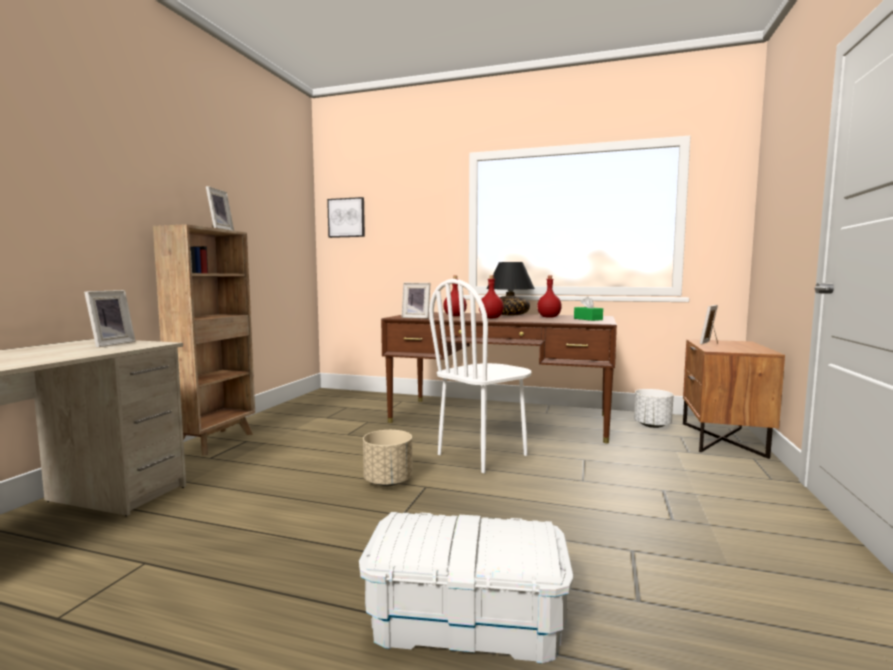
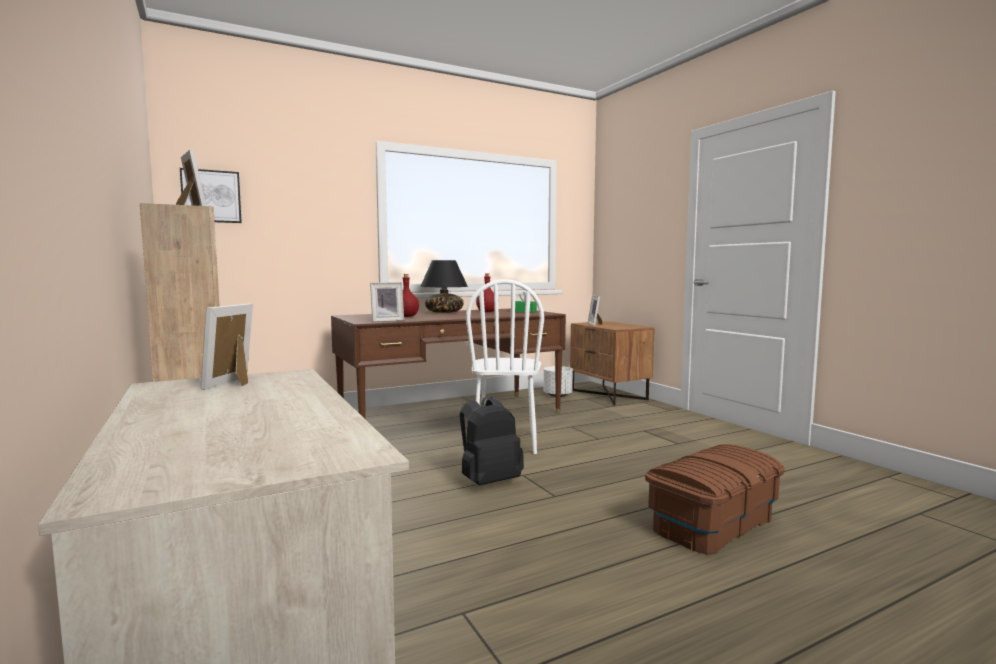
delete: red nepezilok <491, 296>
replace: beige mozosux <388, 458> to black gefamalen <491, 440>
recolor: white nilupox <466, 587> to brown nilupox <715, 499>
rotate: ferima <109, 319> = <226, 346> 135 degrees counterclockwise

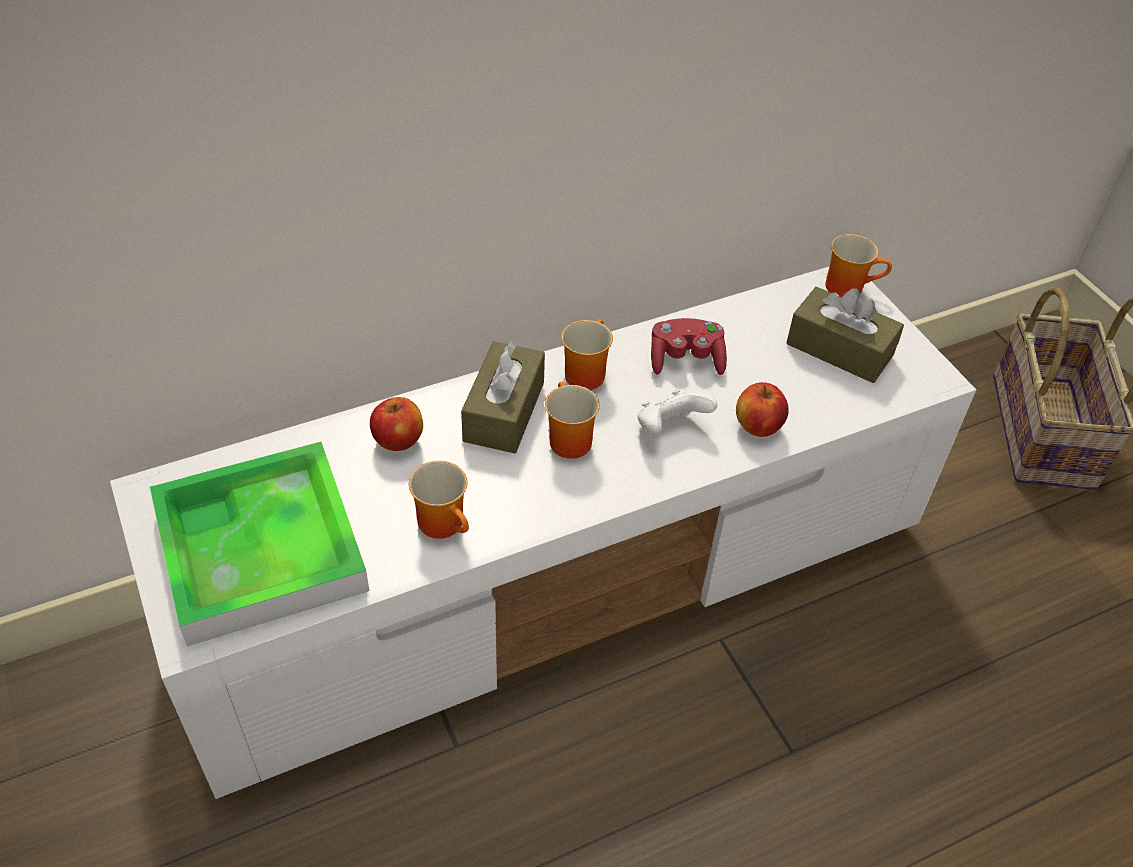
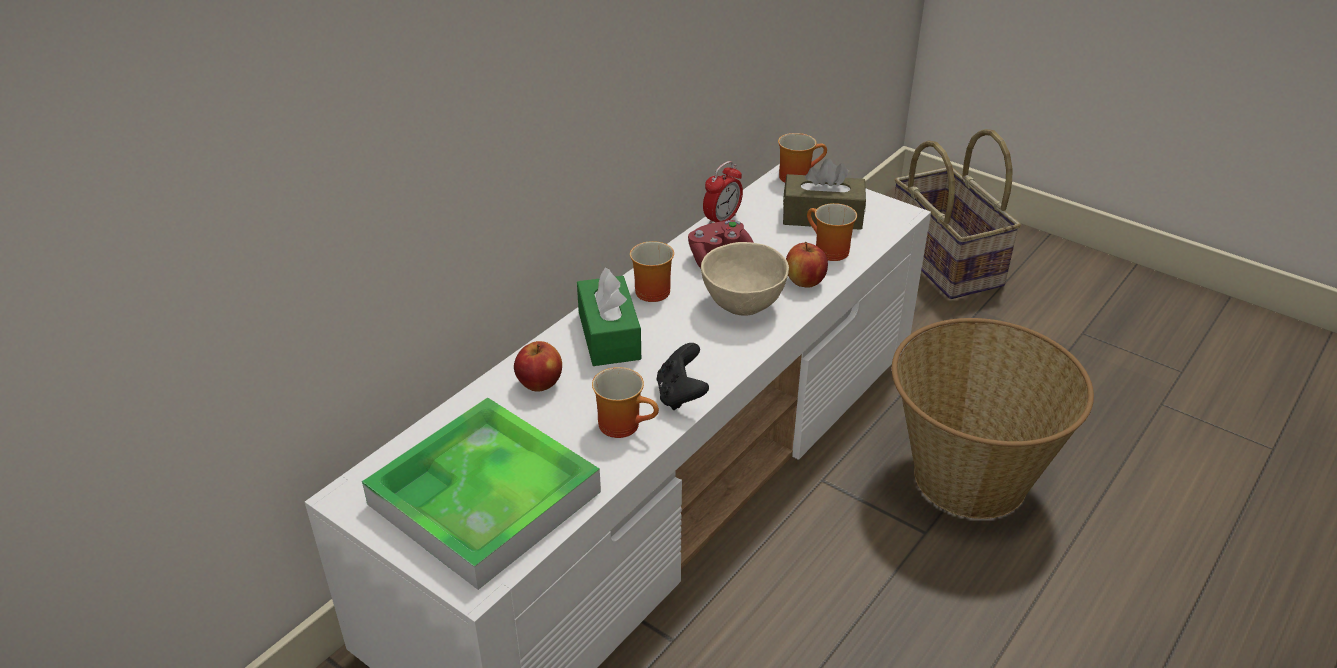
insert: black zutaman <683, 376>; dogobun <723, 192>; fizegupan <993, 418>
move: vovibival <572, 420> to <832, 232>
replace: white zutaman <677, 412> to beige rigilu <745, 279>
recolor: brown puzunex <503, 397> to green puzunex <609, 316>

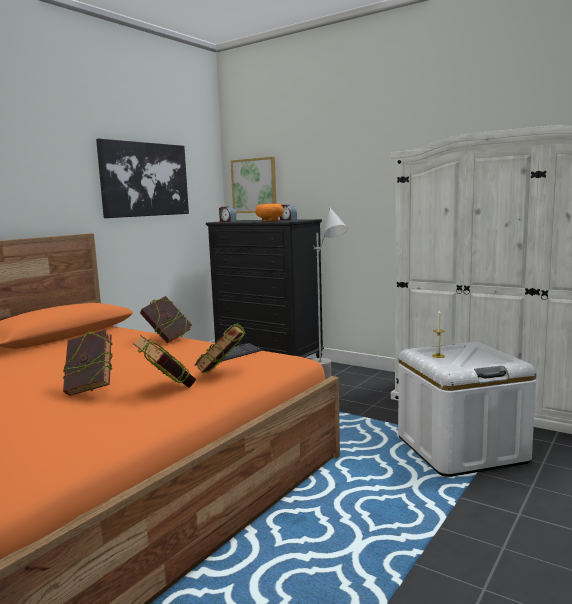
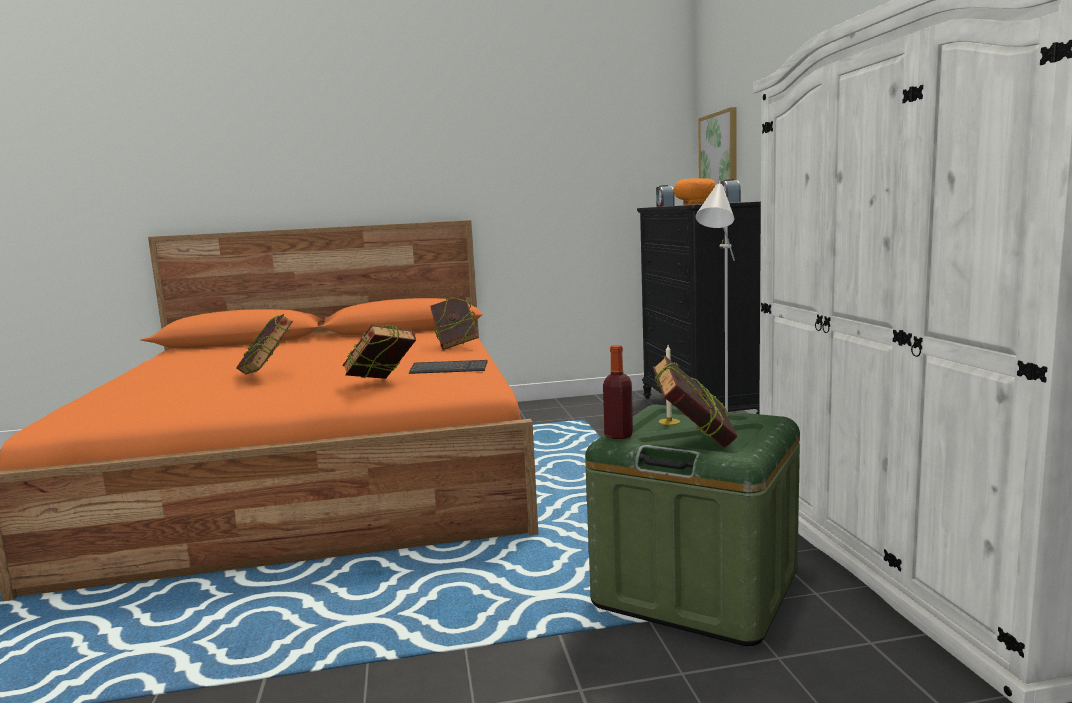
delete: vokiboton <142, 178>
insert: nepezilok <618, 392>
move: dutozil <164, 361> to <695, 402>
recolor: white nilupox <467, 409> to green nilupox <692, 525>

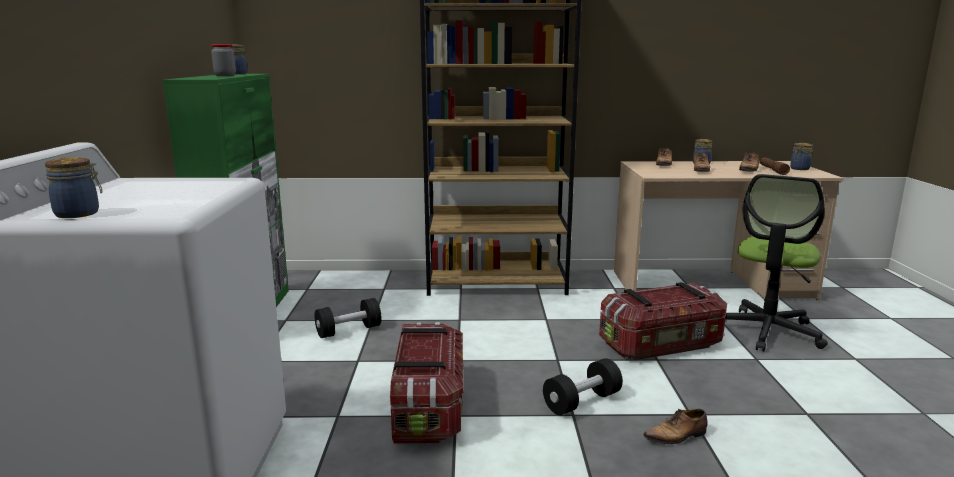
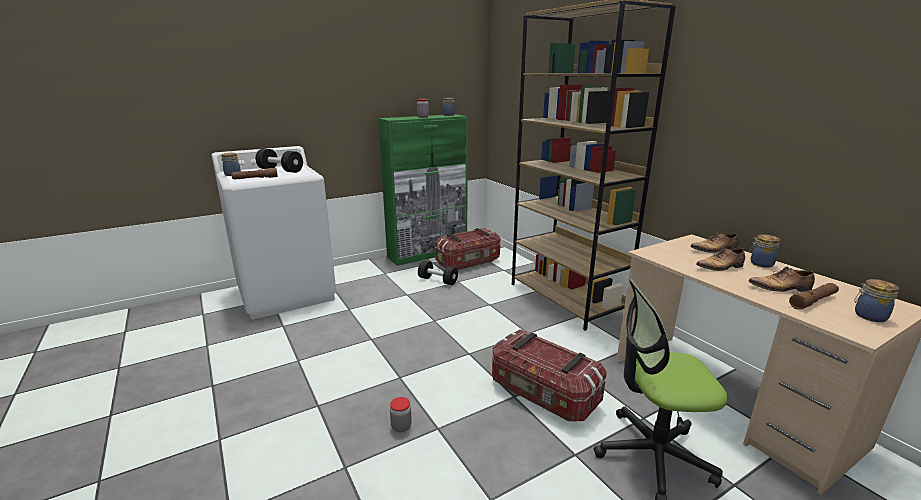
insert: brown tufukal <254, 174>
move: nilupox <426, 383> to <468, 249>; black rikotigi <583, 386> to <279, 161>
replace: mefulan <675, 426> to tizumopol <401, 415>

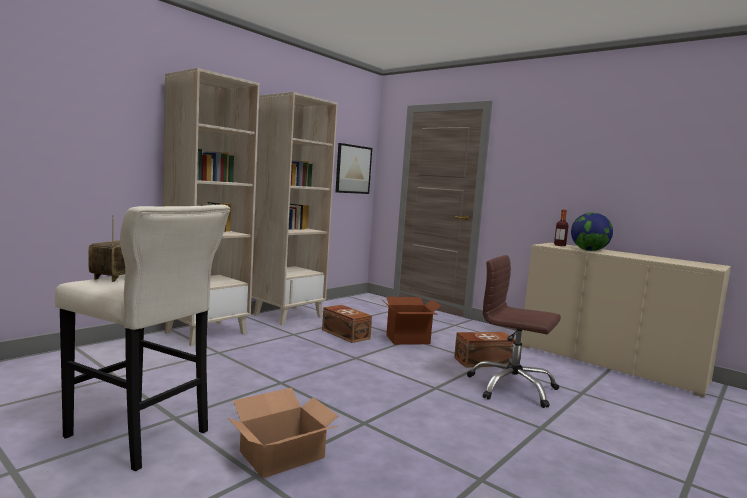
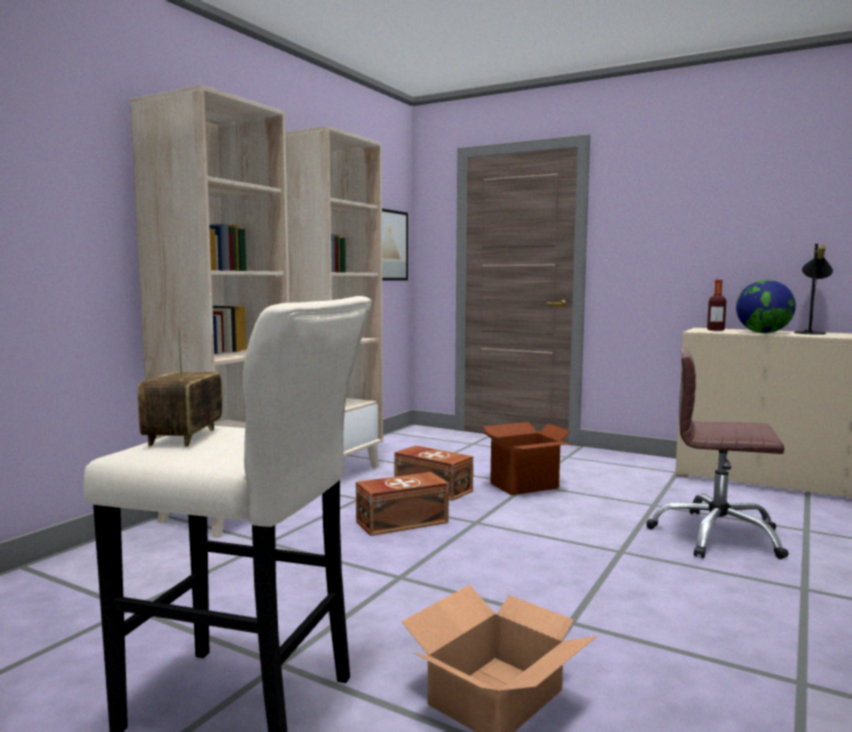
insert: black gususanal <813, 289>
move: brown nilupox <485, 350> to <402, 504>

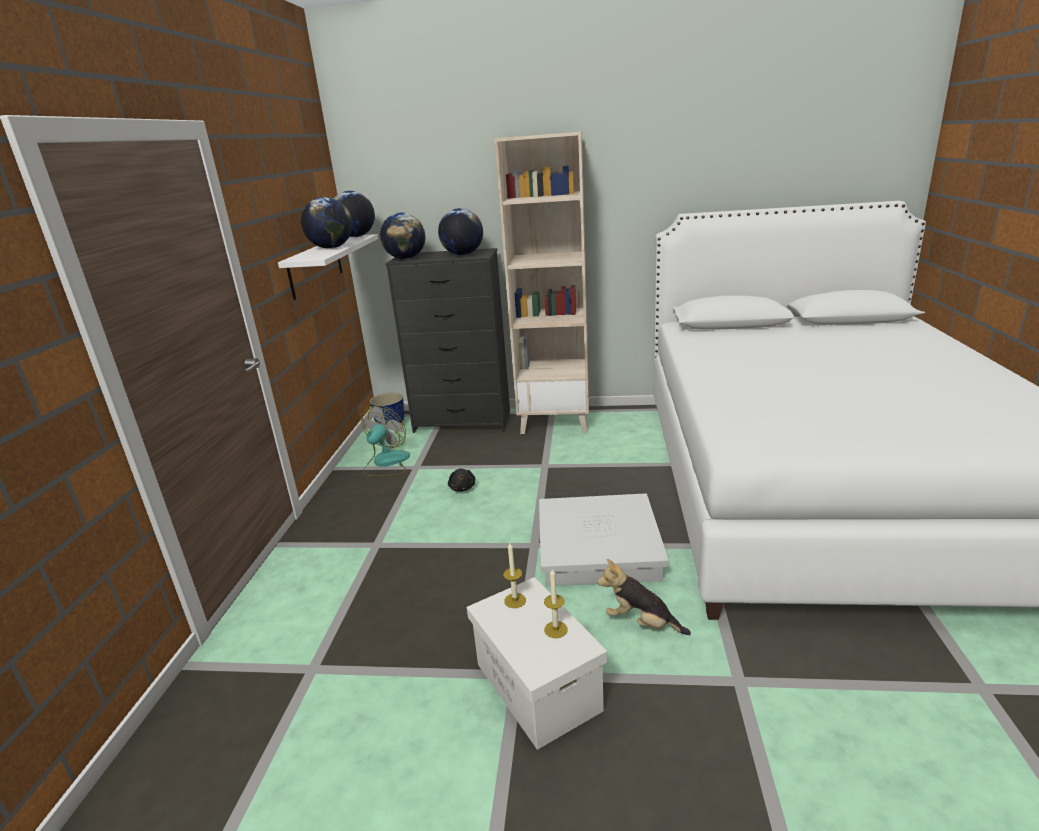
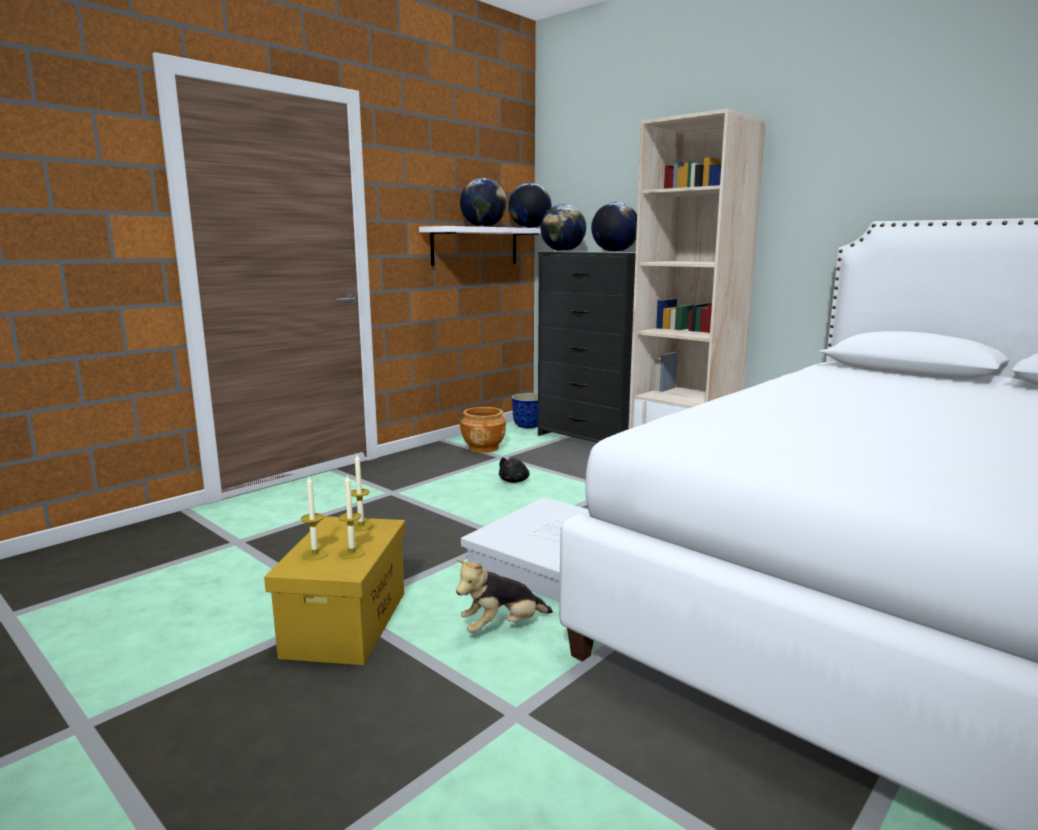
insert: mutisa <314, 518>
replace: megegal <386, 441> to brown mozosux <483, 430>
recolor: white nilupox <537, 663> to yellow nilupox <335, 590>
rotate: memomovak <644, 597> = <504, 596> 90 degrees counterclockwise

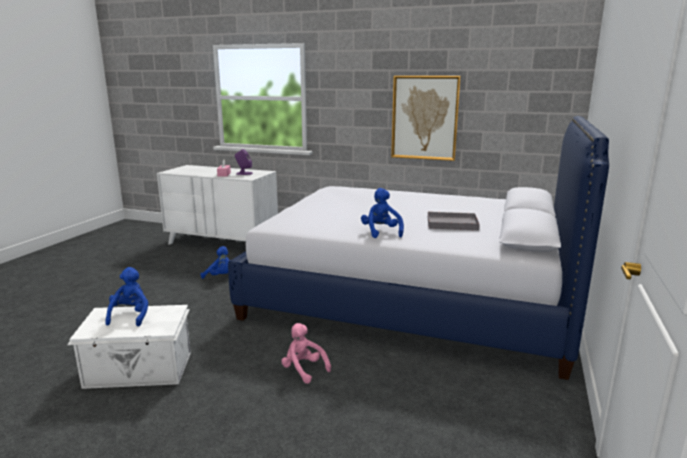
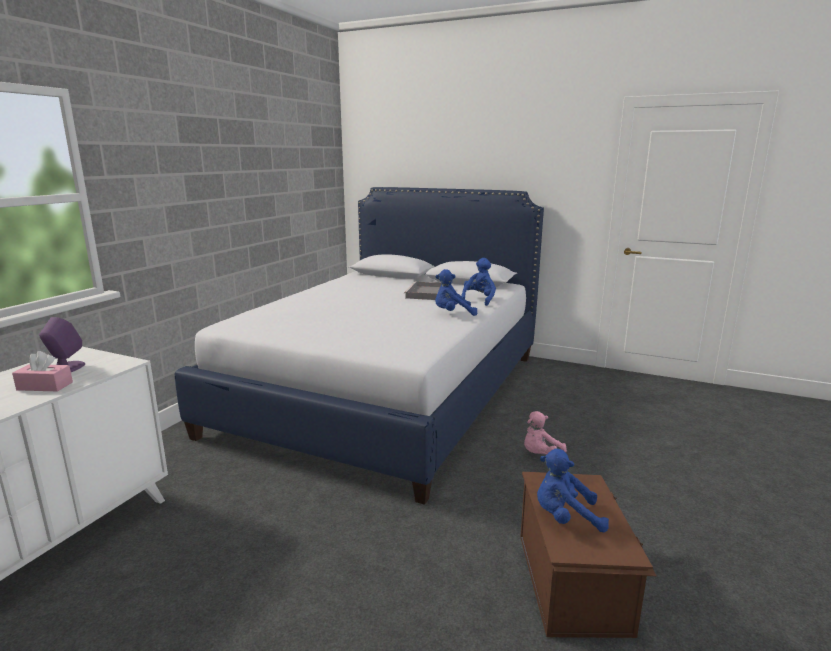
delete: vokiboton <426, 118>
move: blue memomovak <215, 262> to <478, 282>
recolor: white nilupox <129, 347> to brown nilupox <588, 555>

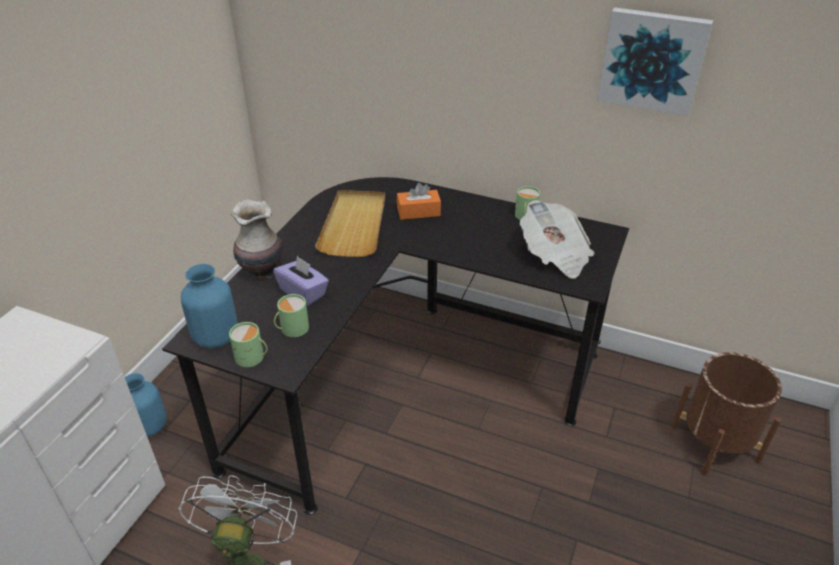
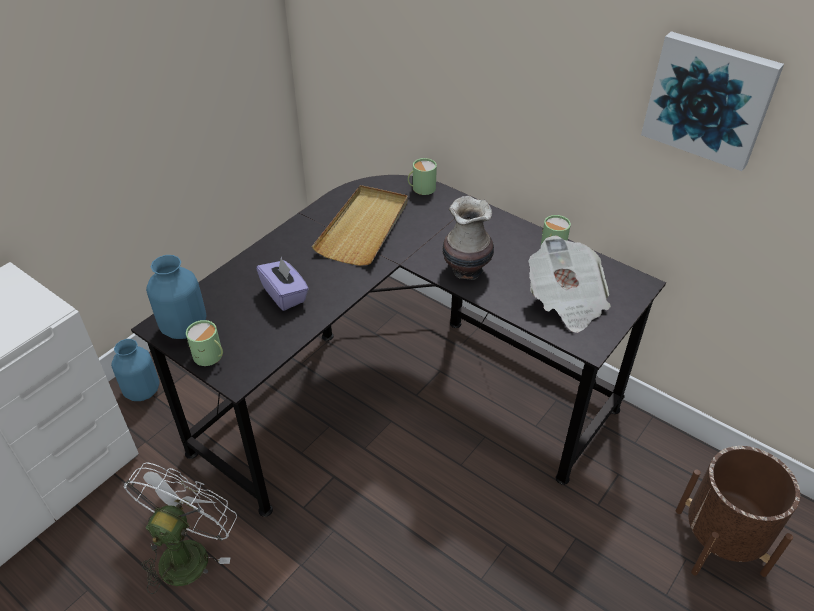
delete: orange puzunex <419, 201>
move: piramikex <256, 239> to <468, 238>; green vovibival <291, 315> to <422, 176>

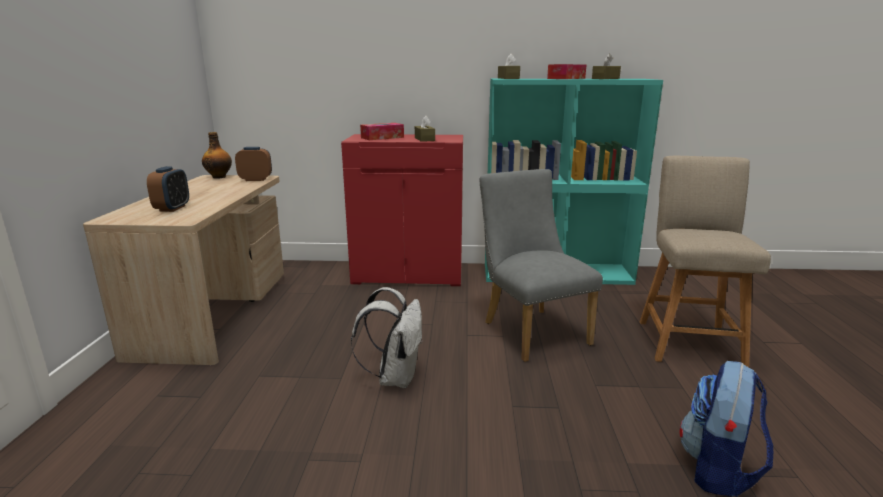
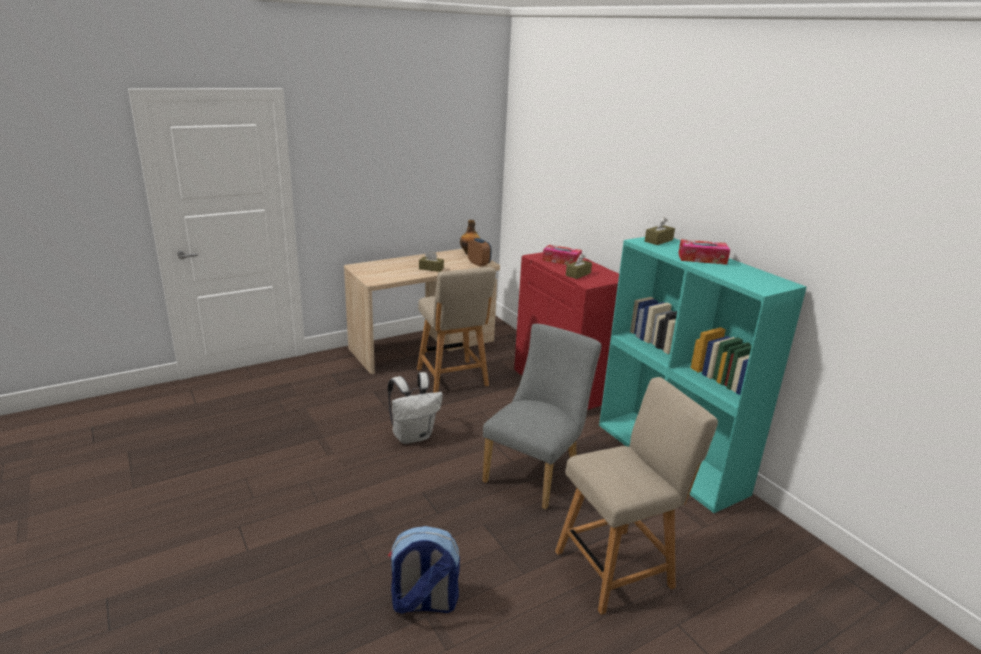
delete: dogobun <168, 189>
insert: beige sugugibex <456, 330>
move: brown puzunex <606, 66> to <431, 261>

